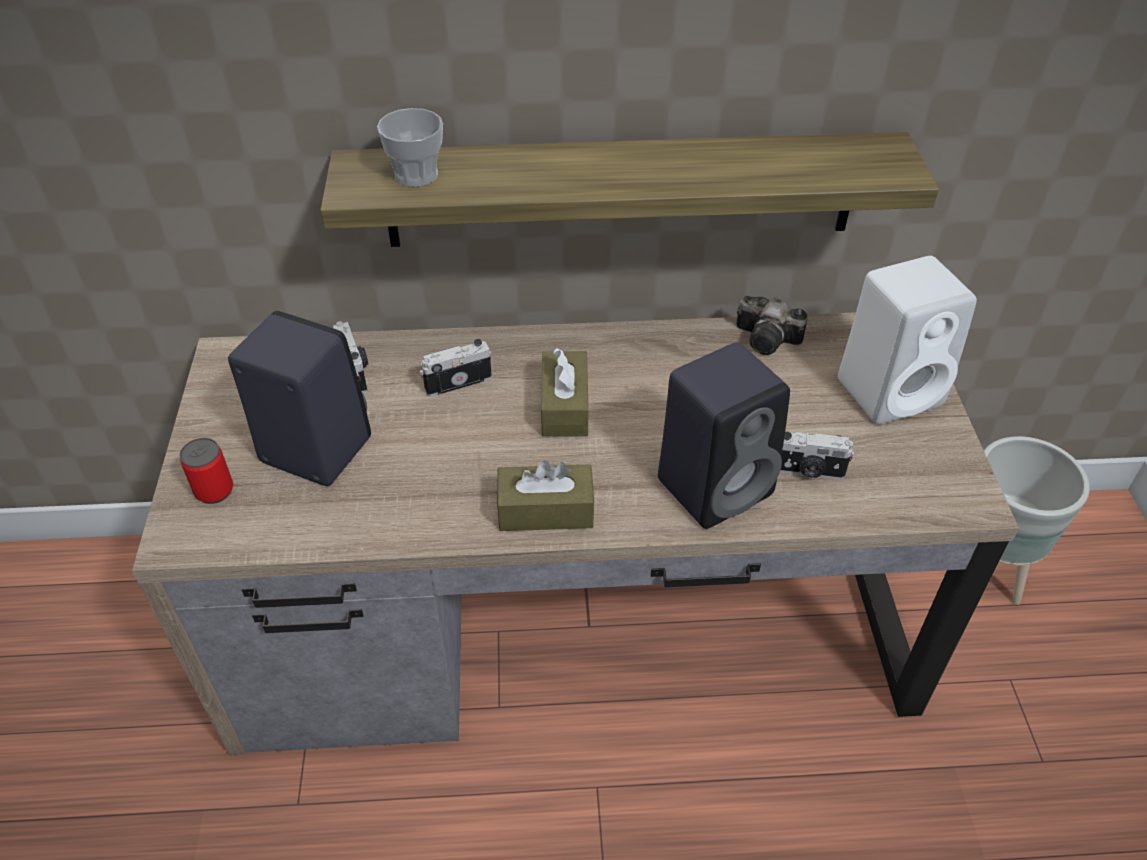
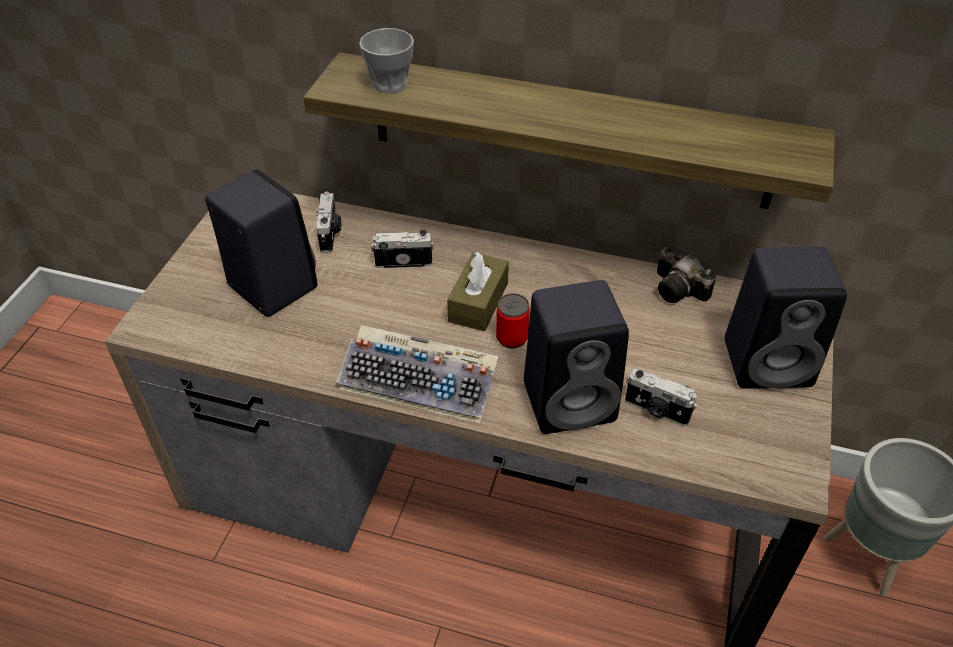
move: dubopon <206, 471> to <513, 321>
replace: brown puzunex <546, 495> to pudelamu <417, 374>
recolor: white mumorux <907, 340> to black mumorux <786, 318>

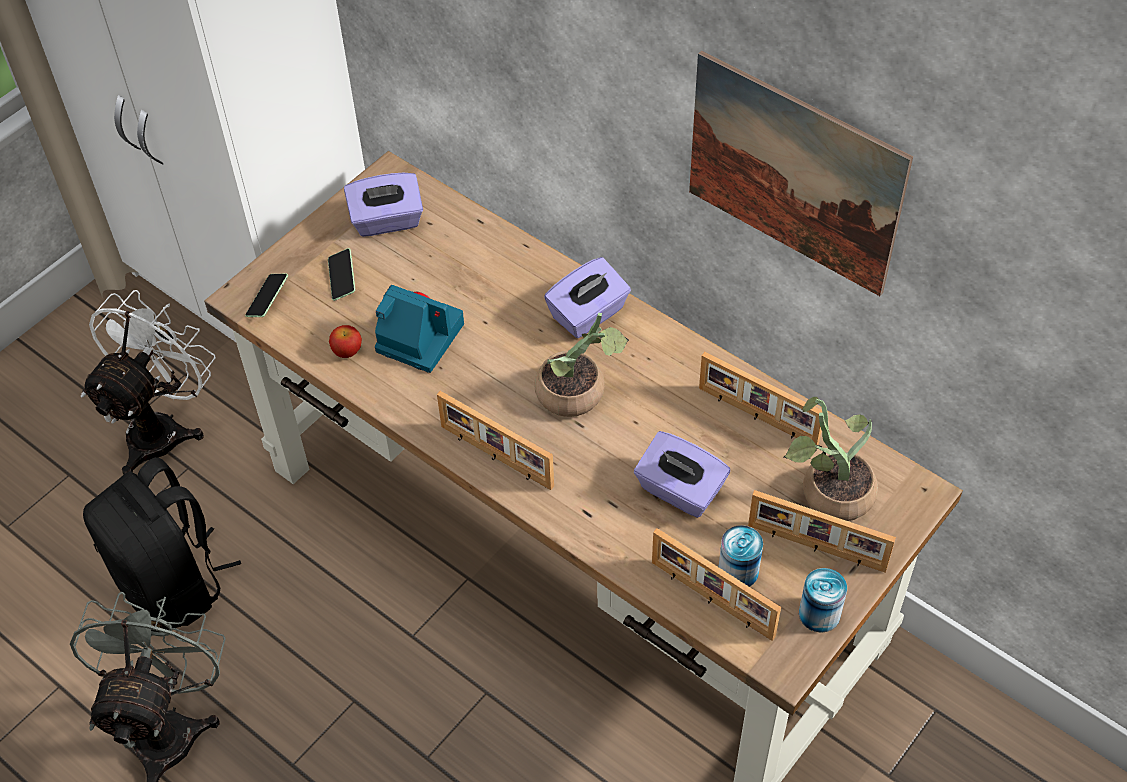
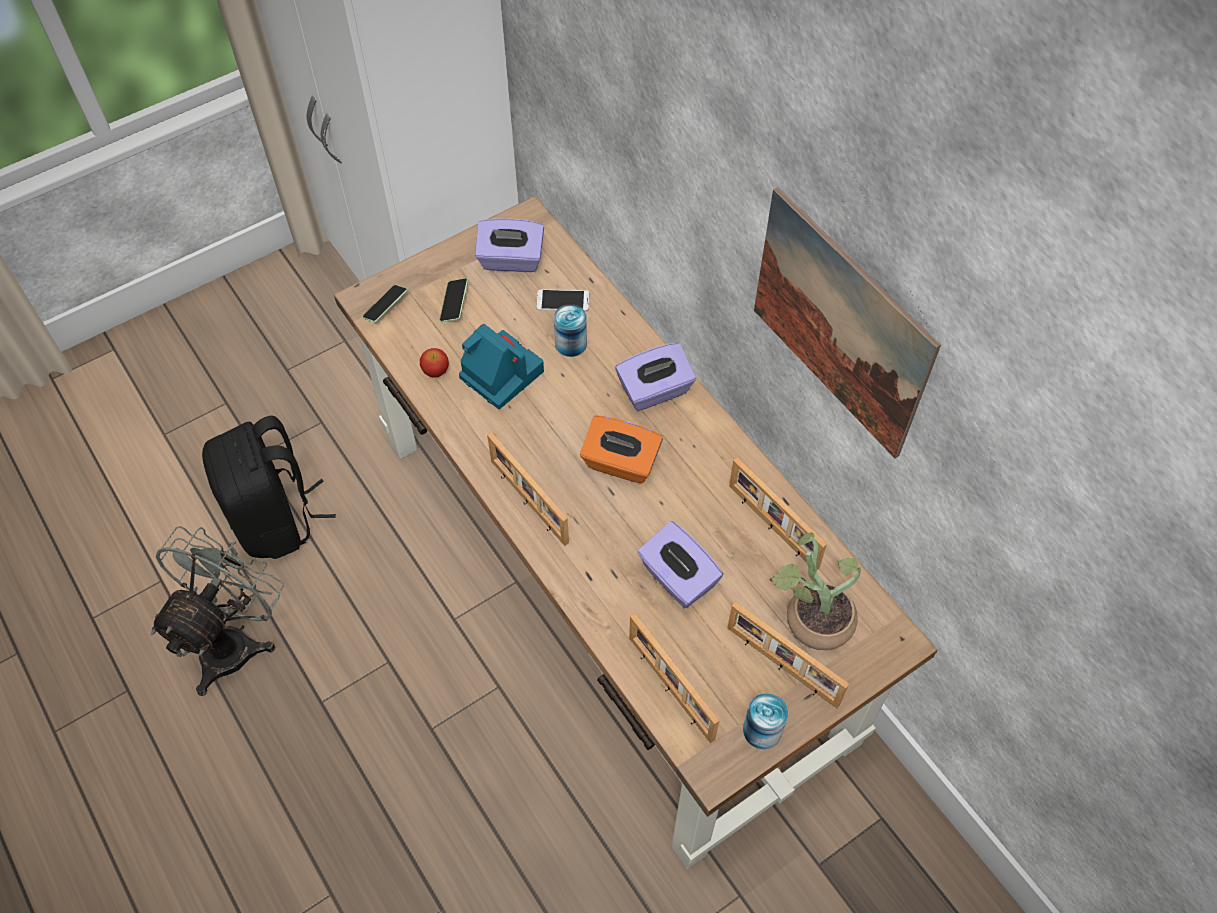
delete: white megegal <148, 382>
insert: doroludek <562, 300>
move: dubopon <741, 556> to <570, 330>
replace: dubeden <581, 365> to orange puzunex <621, 450>

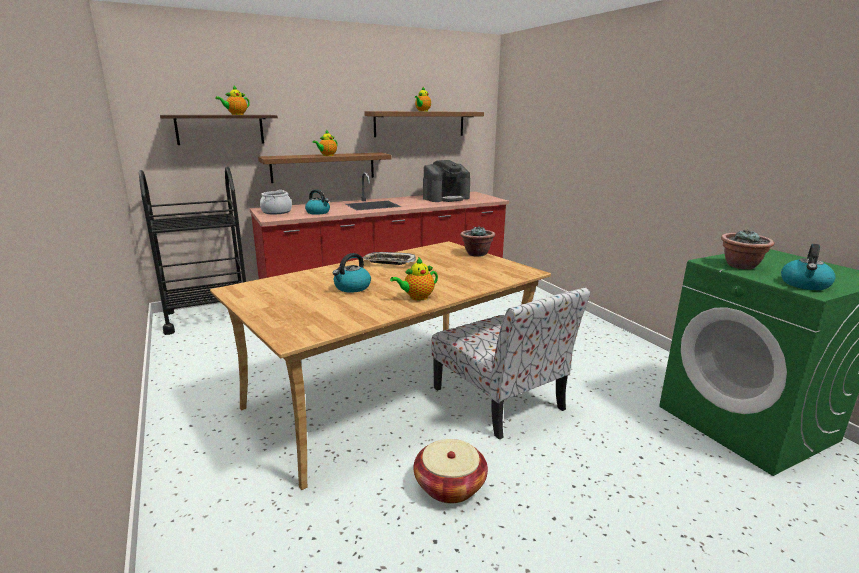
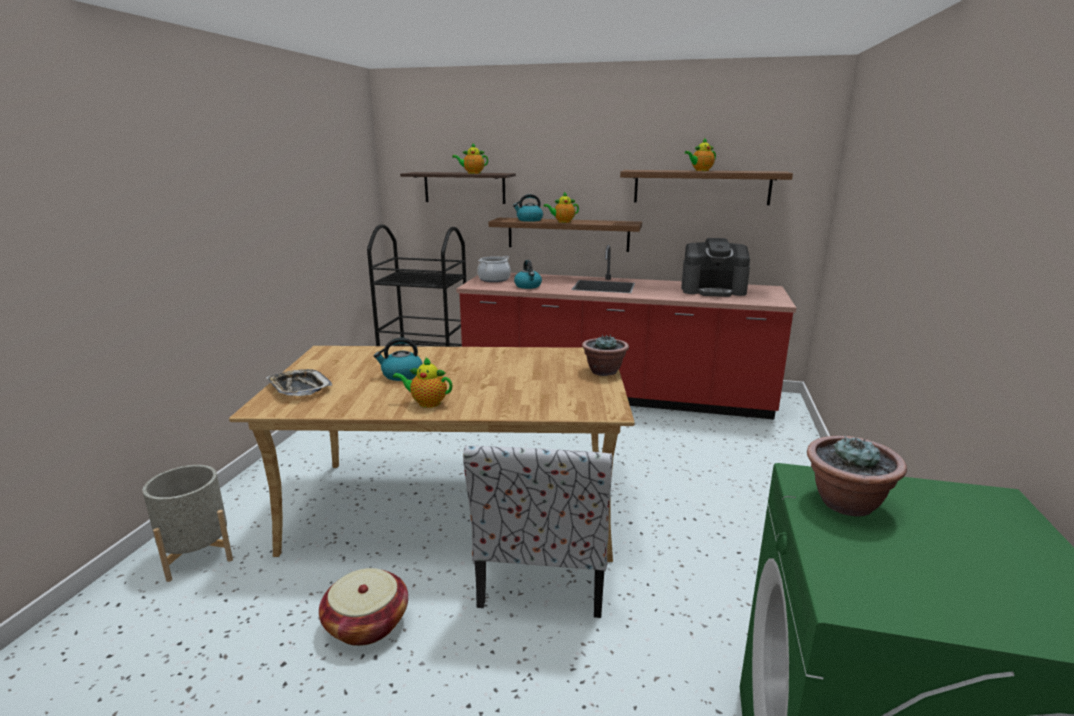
insert: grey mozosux <187, 523>
move: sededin <389, 258> to <299, 382>; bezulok <808, 267> to <528, 208>

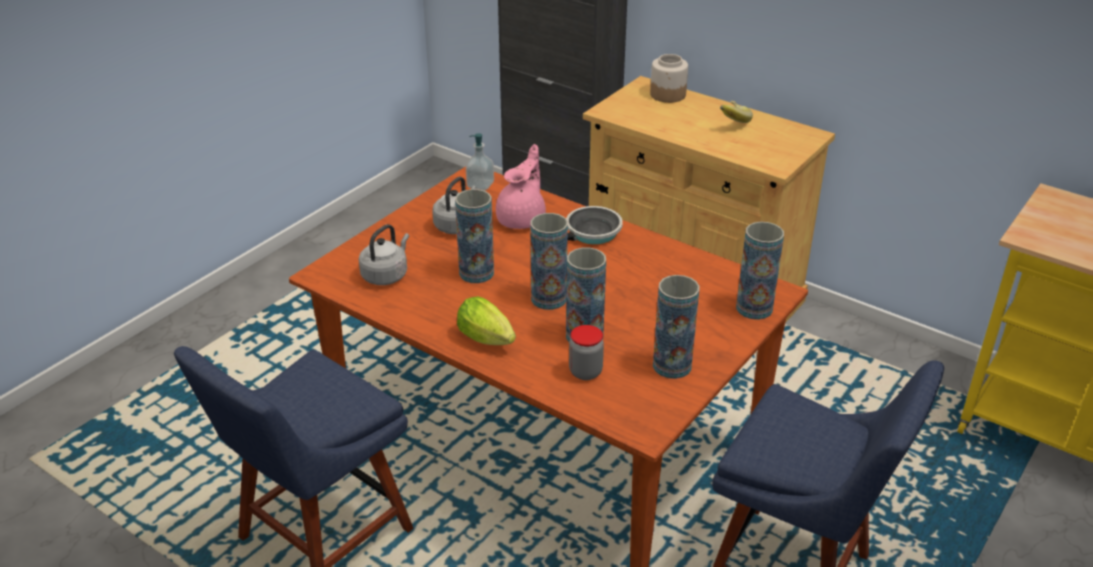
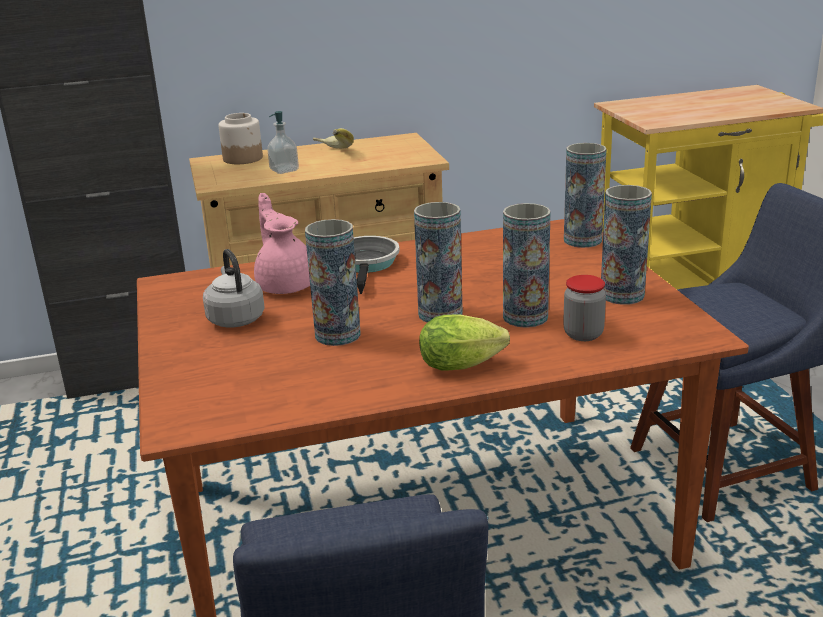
delete: grey bezulok <383, 254>
move: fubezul <480, 162> to <283, 142>

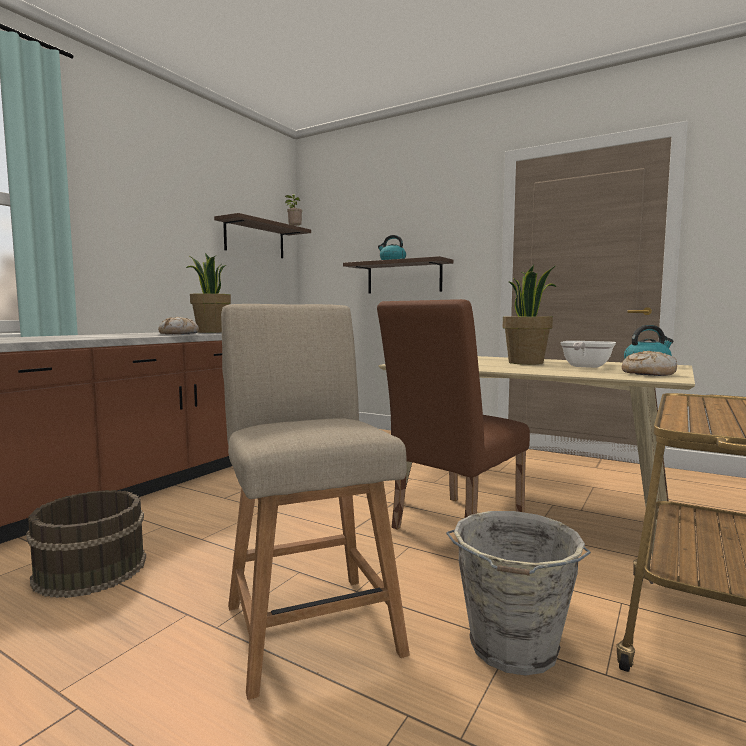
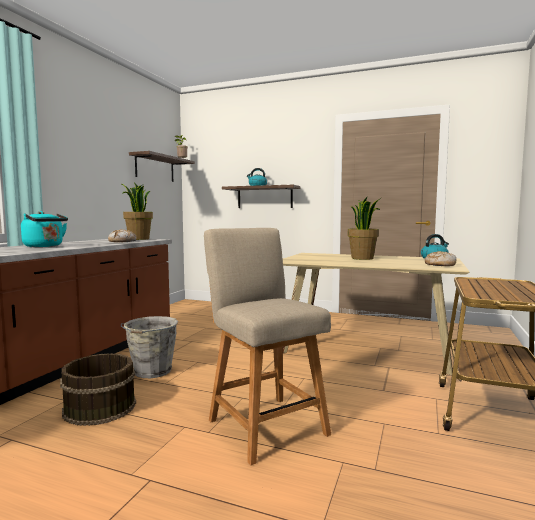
delete: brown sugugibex <453, 414>; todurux <588, 354>
insert: turquoise bezulok <44, 229>
move: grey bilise <518, 593> to <149, 347>

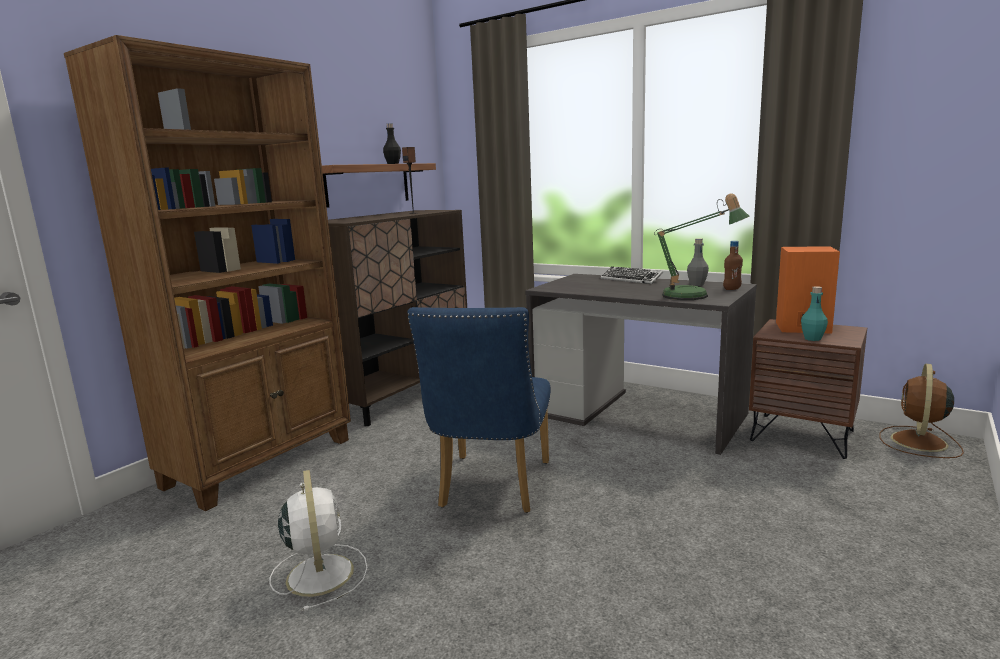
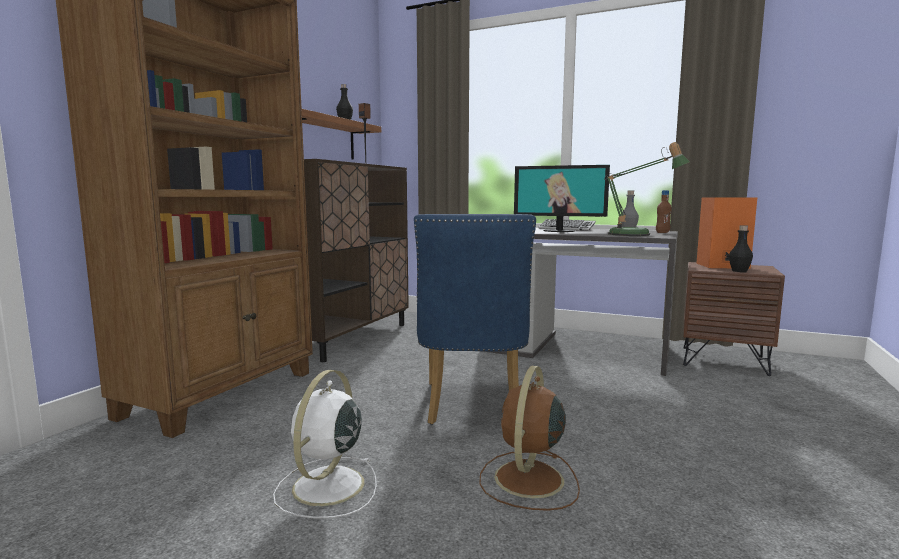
insert: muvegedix <562, 198>
move: brown megegal <921, 411> to <529, 438>
recolor: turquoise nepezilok <814, 313> to black nepezilok <741, 248>
rotate: white megegal <319, 541> = <325, 444> 135 degrees counterclockwise

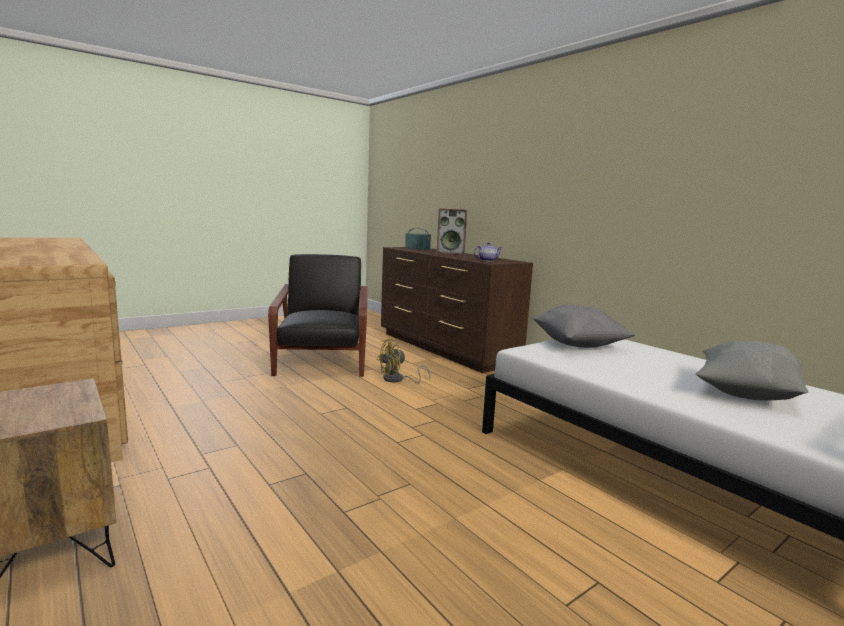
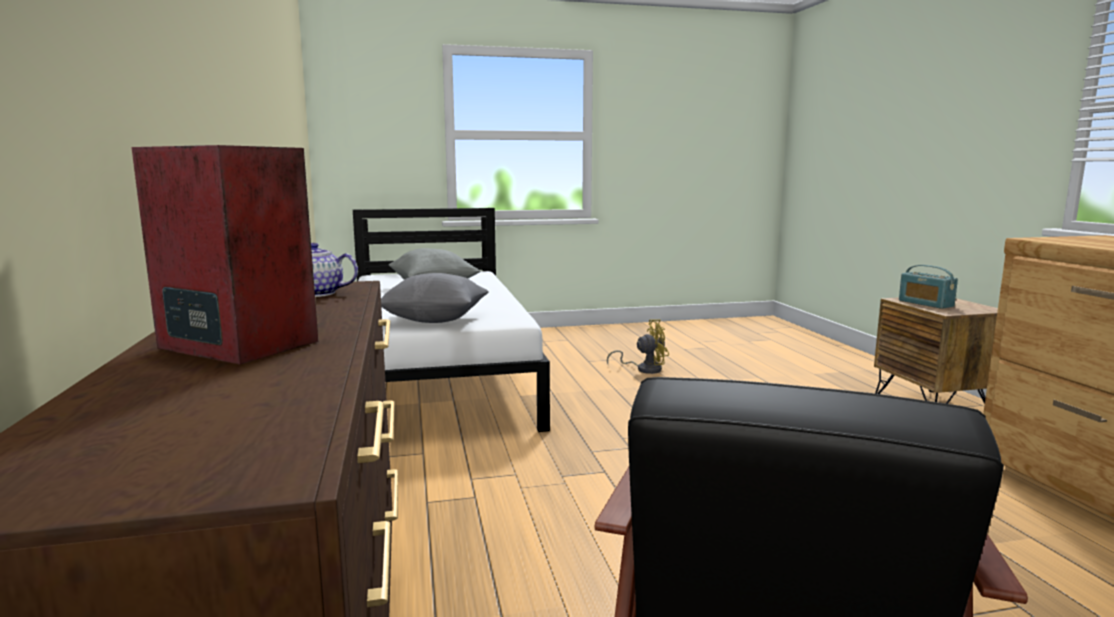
move: yellow megegal <403, 360> to <638, 347>; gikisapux <418, 239> to <928, 287>

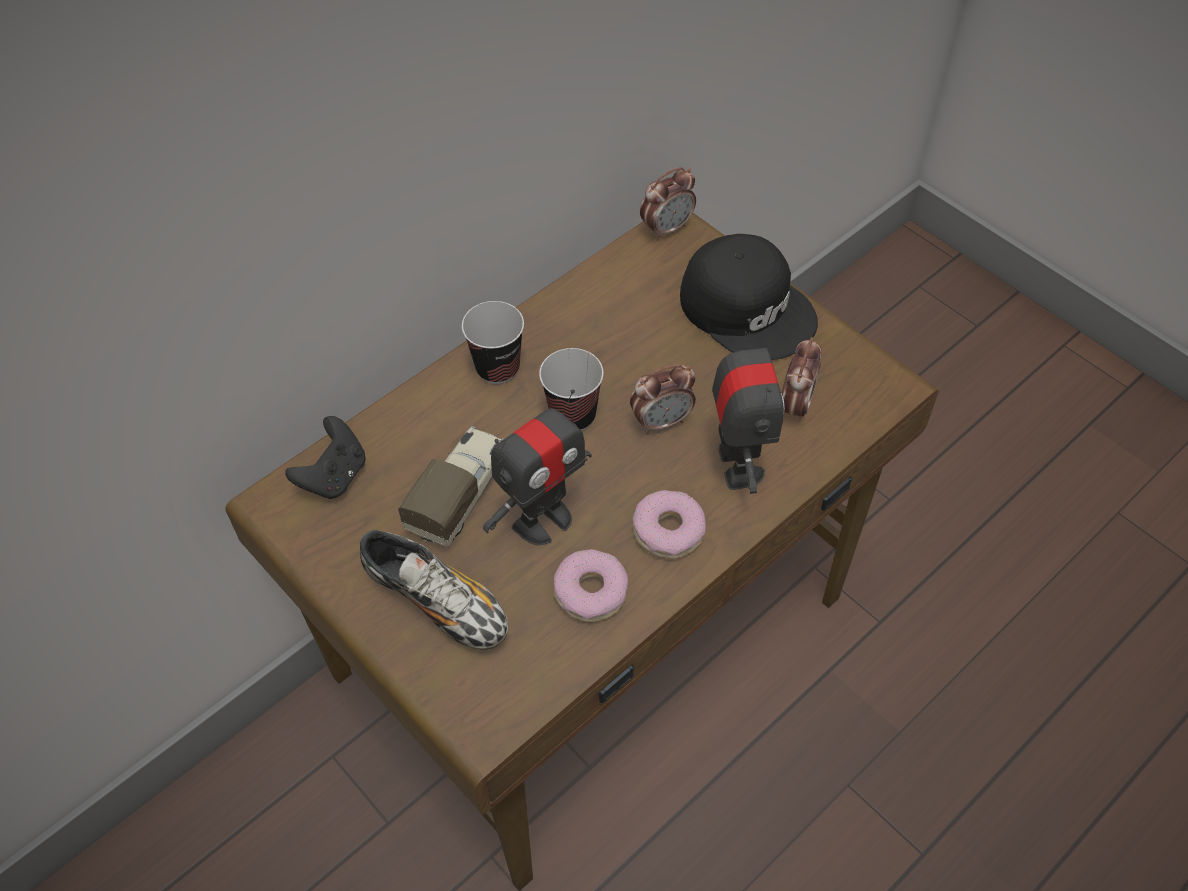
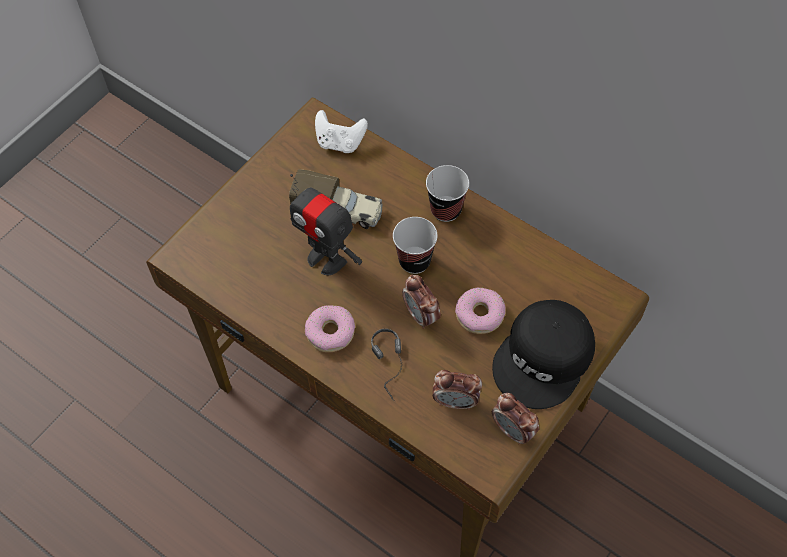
delete: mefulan <434, 589>
move: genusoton <591, 585> to <480, 310>; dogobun <668, 204> to <515, 419>
replace: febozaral <748, 406> to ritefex <386, 365>
recolor: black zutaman <325, 457> to white zutaman <341, 131>

